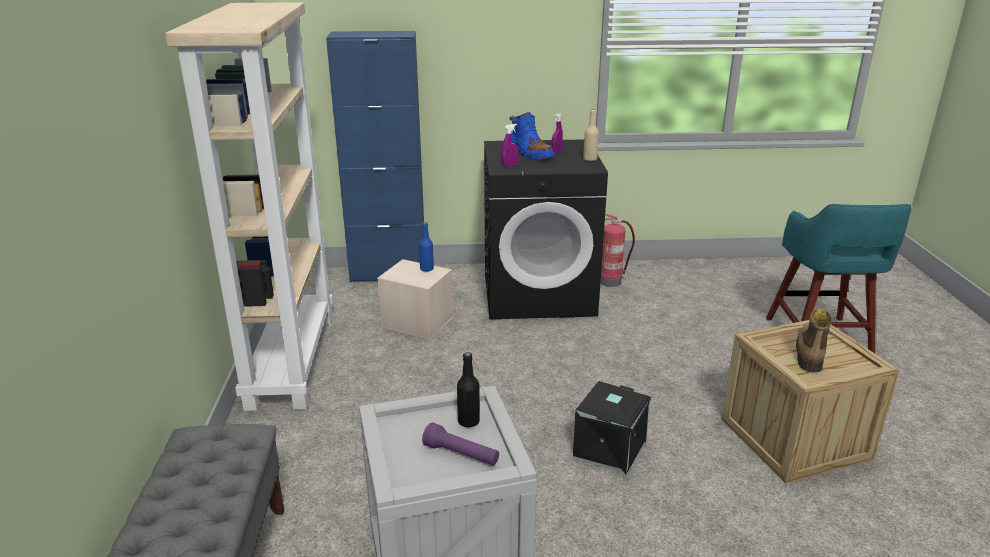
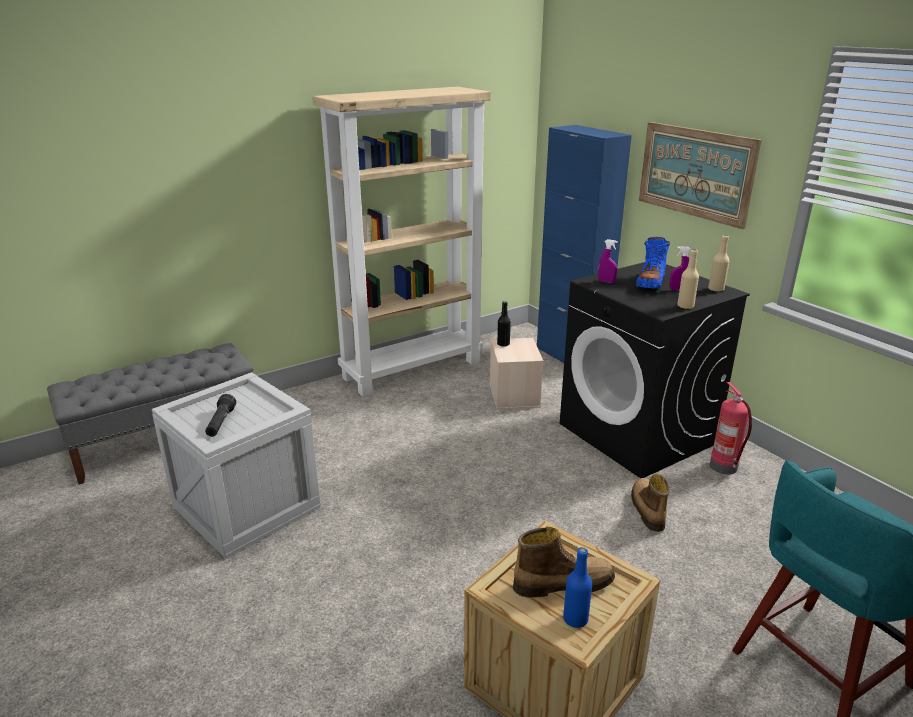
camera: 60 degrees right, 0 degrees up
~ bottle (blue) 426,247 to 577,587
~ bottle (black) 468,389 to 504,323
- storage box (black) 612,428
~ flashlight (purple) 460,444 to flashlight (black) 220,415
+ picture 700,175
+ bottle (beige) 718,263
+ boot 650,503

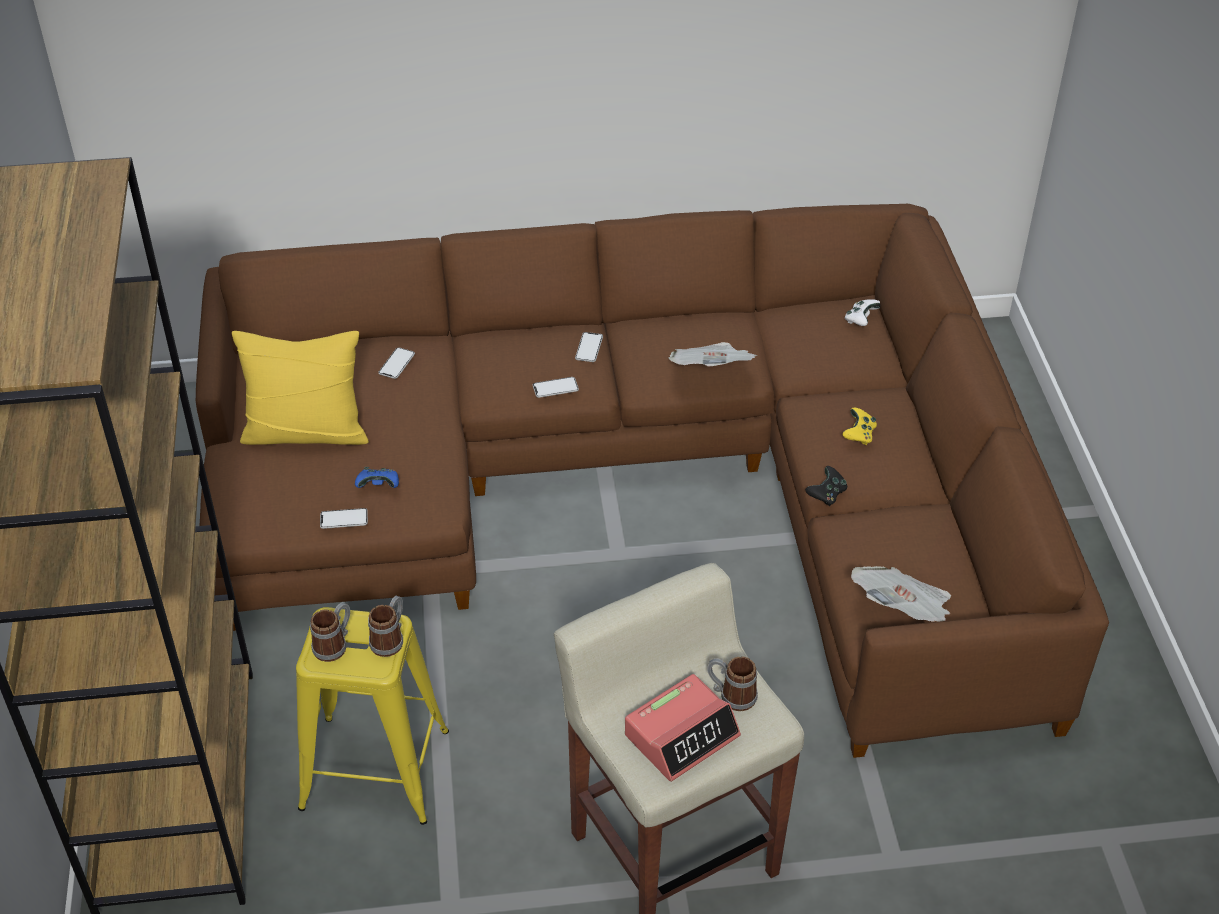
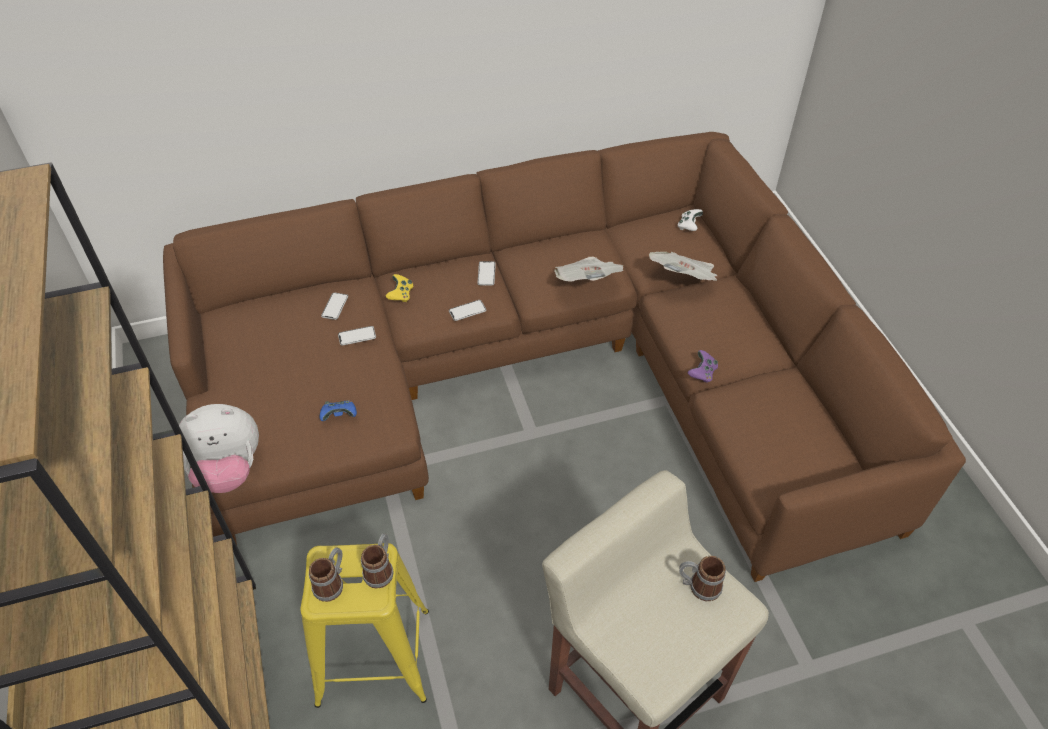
camera: 10 degrees left, 5 degrees up
- pillow (yellow) 300,388
~ game controller (yellow) 859,426 to 399,288
~ game controller (black) 826,486 to game controller (purple) 703,366
~ phone 344,518 to 357,336
~ newspaper 901,594 to 683,266
- alarm clock 683,728
+ plush toy 219,448

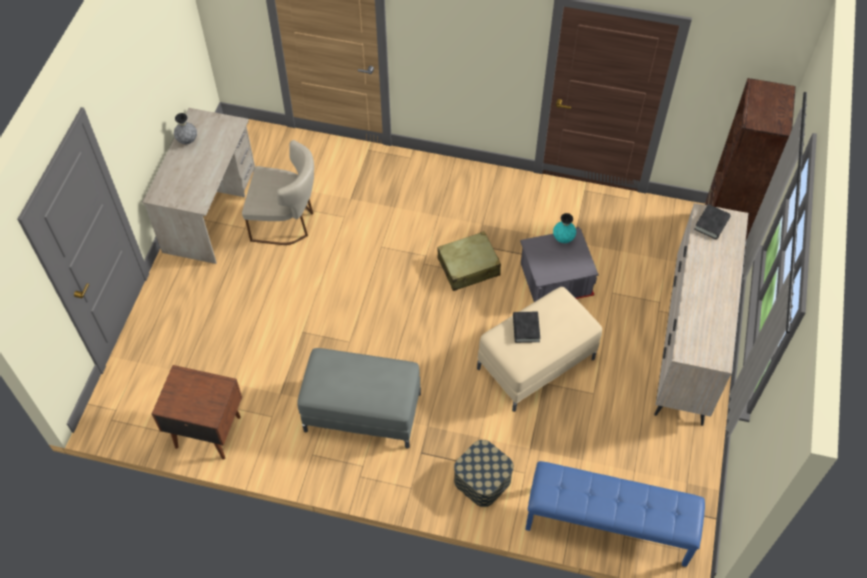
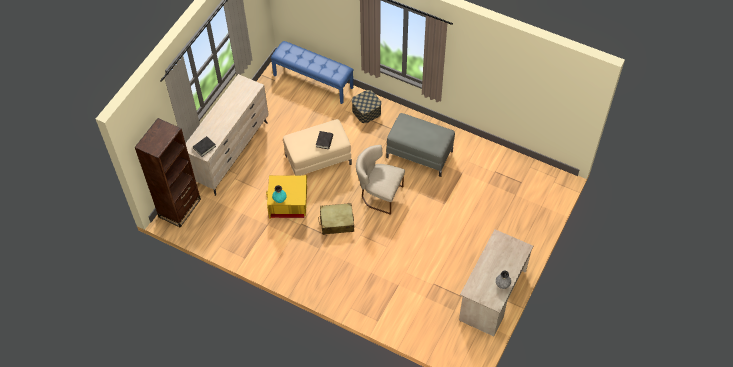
camera: 165 degrees left, 0 degrees up
~ chair (beige) 278,192 to 380,180
~ storage box (grey) 559,264 to storage box (yellow) 286,197
- nightstand (brown) 197,412

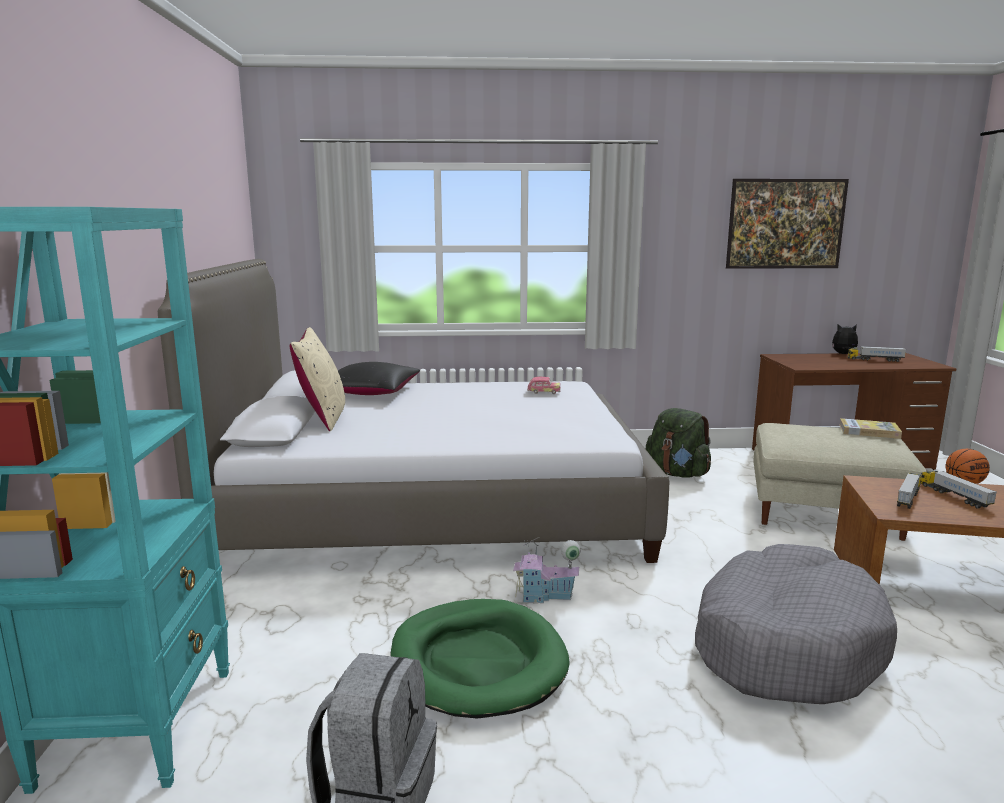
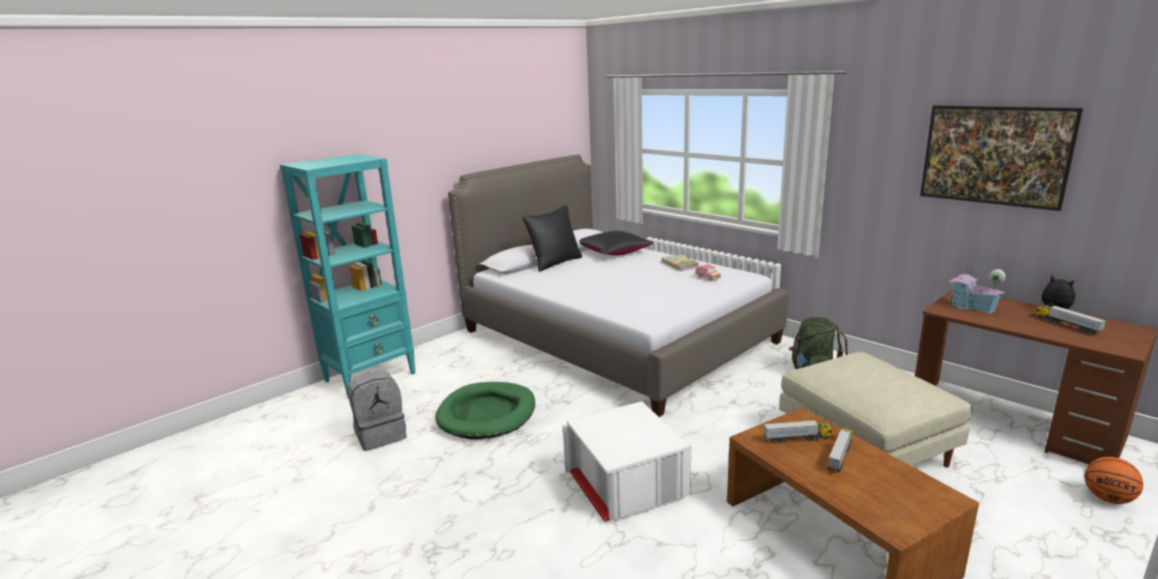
camera: 50 degrees right, 5 degrees up
~ pillow (beige) 317,379 to pillow (black) 552,238
~ book 871,428 to 680,262
~ toy house 546,570 to 977,287
~ dog bed (grey) 796,624 to storage box (white) 627,461

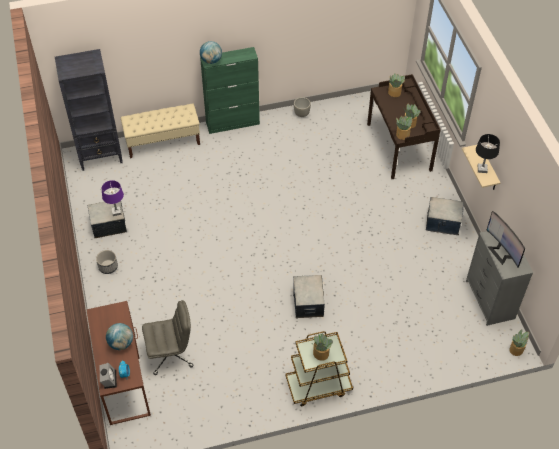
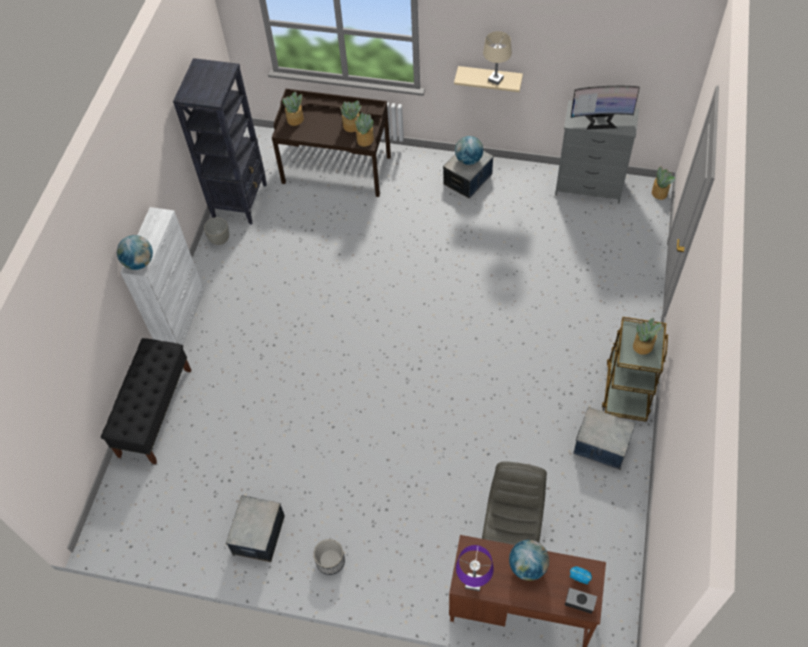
camera: 60 degrees left, 5 degrees up
~ cabinet (green) 230,90 to cabinet (white) 162,276
~ bookcase (black) 89,110 to 220,141
~ bench (beige) 160,130 to bench (black) 146,401
~ table lamp (black) 488,153 to table lamp (beige) 497,58
~ table lamp (purple) 113,198 to 475,568
~ storage box 309,297 to 605,438
+ globe 469,150

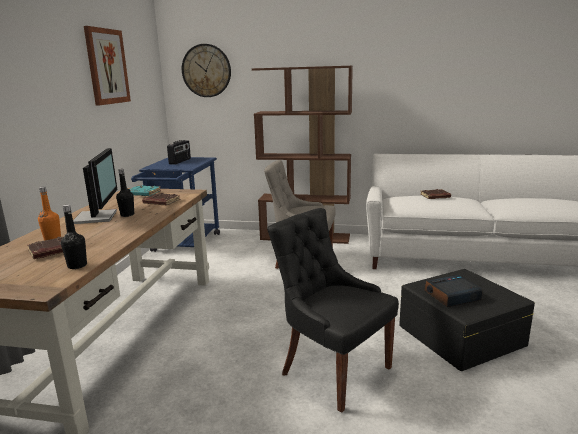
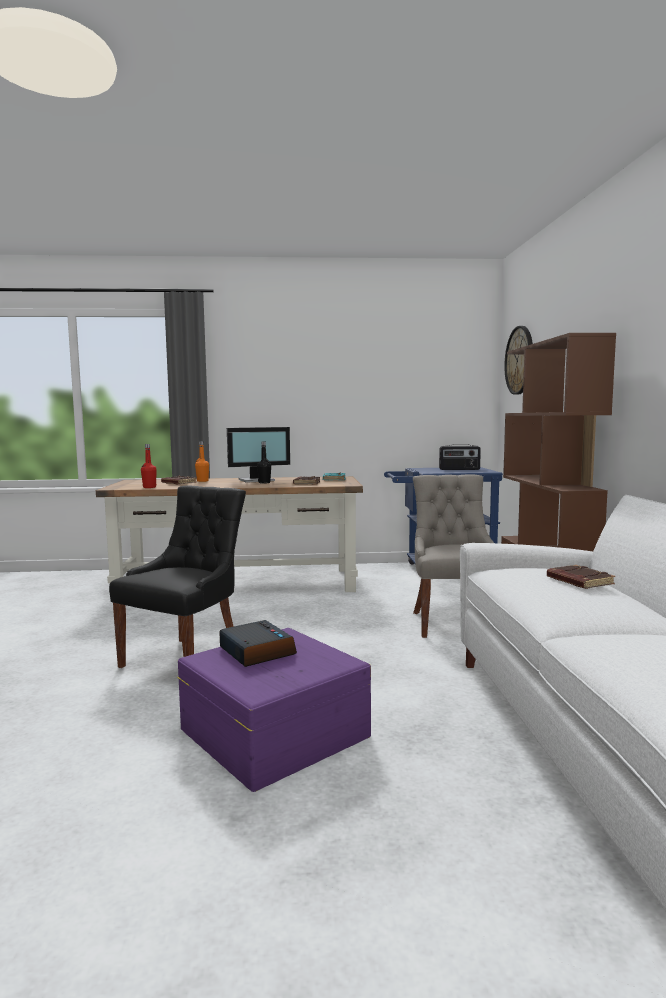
camera: 75 degrees right, 10 degrees down
- picture 107,66
~ bottle (black) 74,237 to bottle (red) 149,466
~ storage box (black) 467,320 to storage box (purple) 274,710

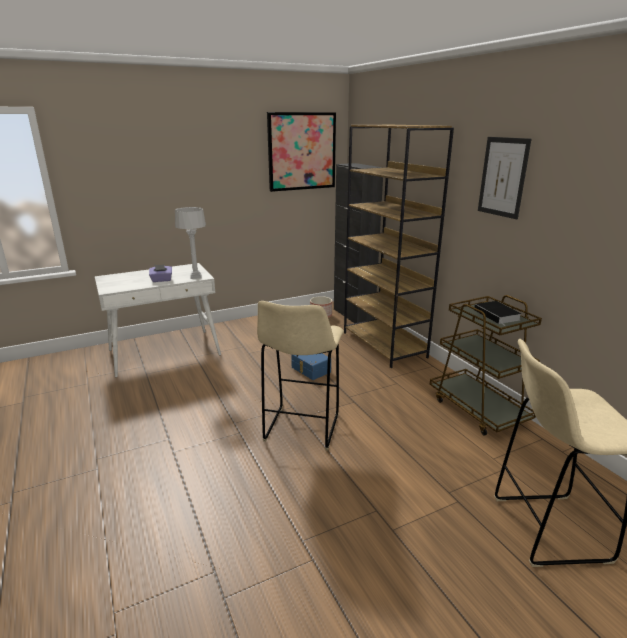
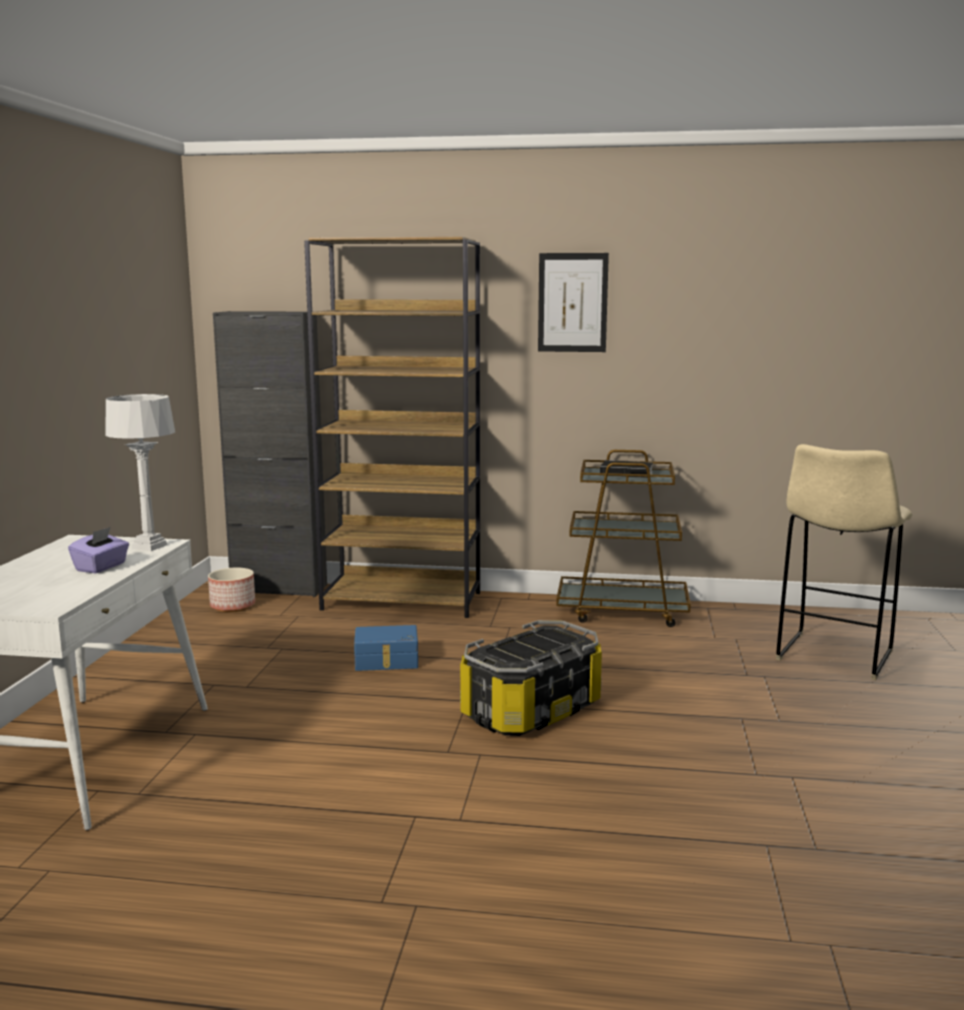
camera: 55 degrees left, 10 degrees down
- picture 301,152
~ stool (beige) 300,376 to storage box 531,678

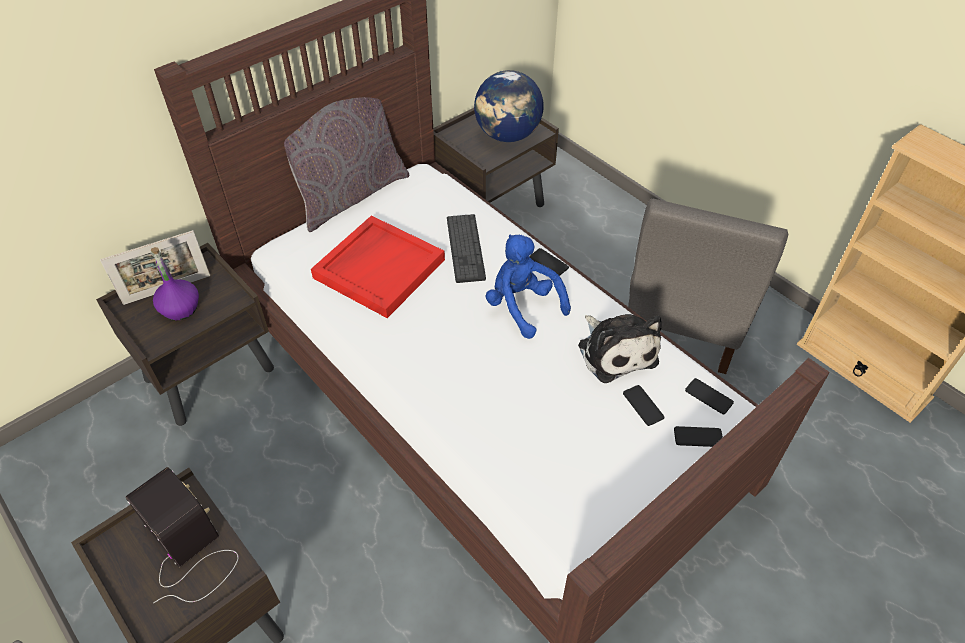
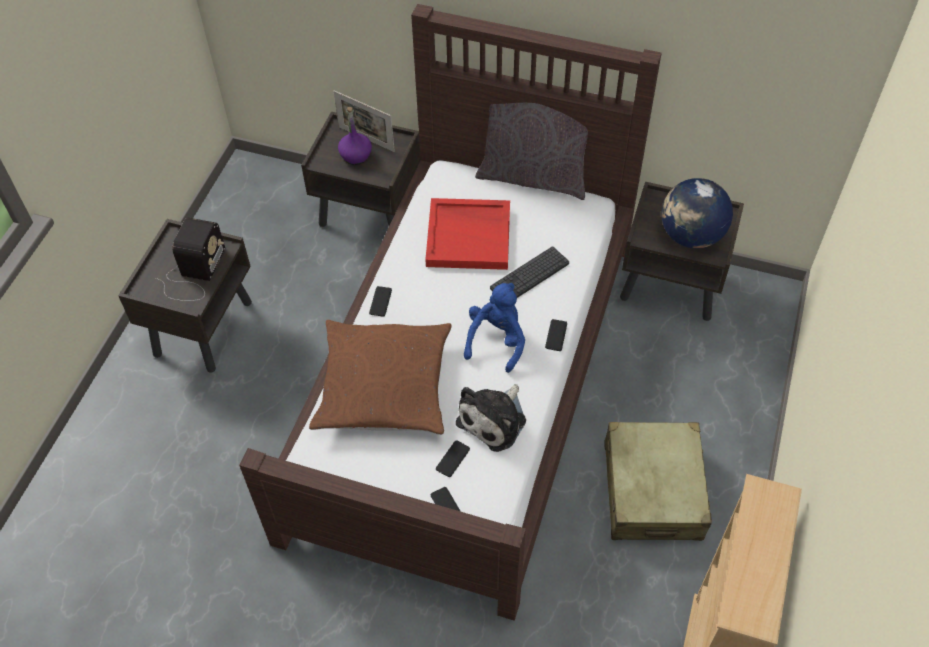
camera: 60 degrees right, 5 degrees up
~ chair (grey) 708,286 to suitcase (beige) 658,481
~ phone 709,396 to 380,301
+ pillow (brown) 380,377

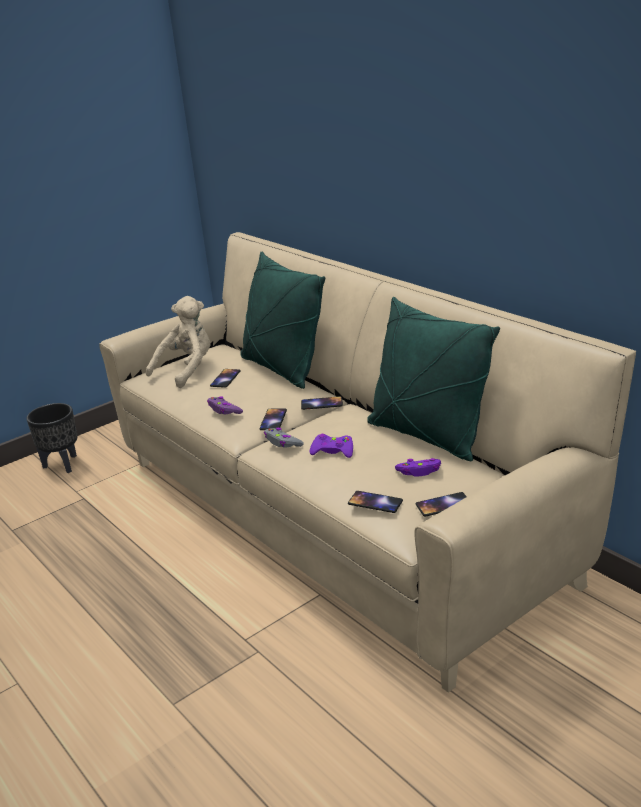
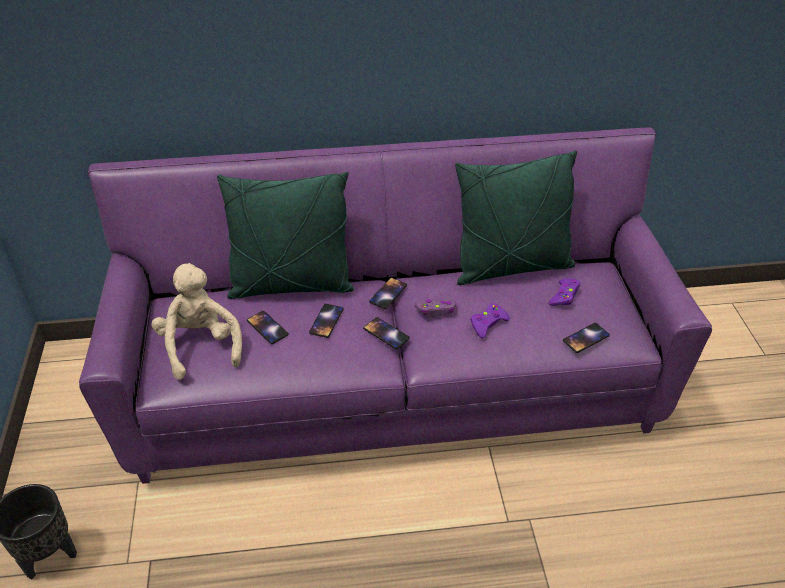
camera: 60 degrees left, 15 degrees up
~ sofa (beige) 367,462 to sofa (purple) 395,305
~ game controller (purple) 225,405 to 435,308
- game controller (grey) 284,438
~ phone 441,504 to 326,321

